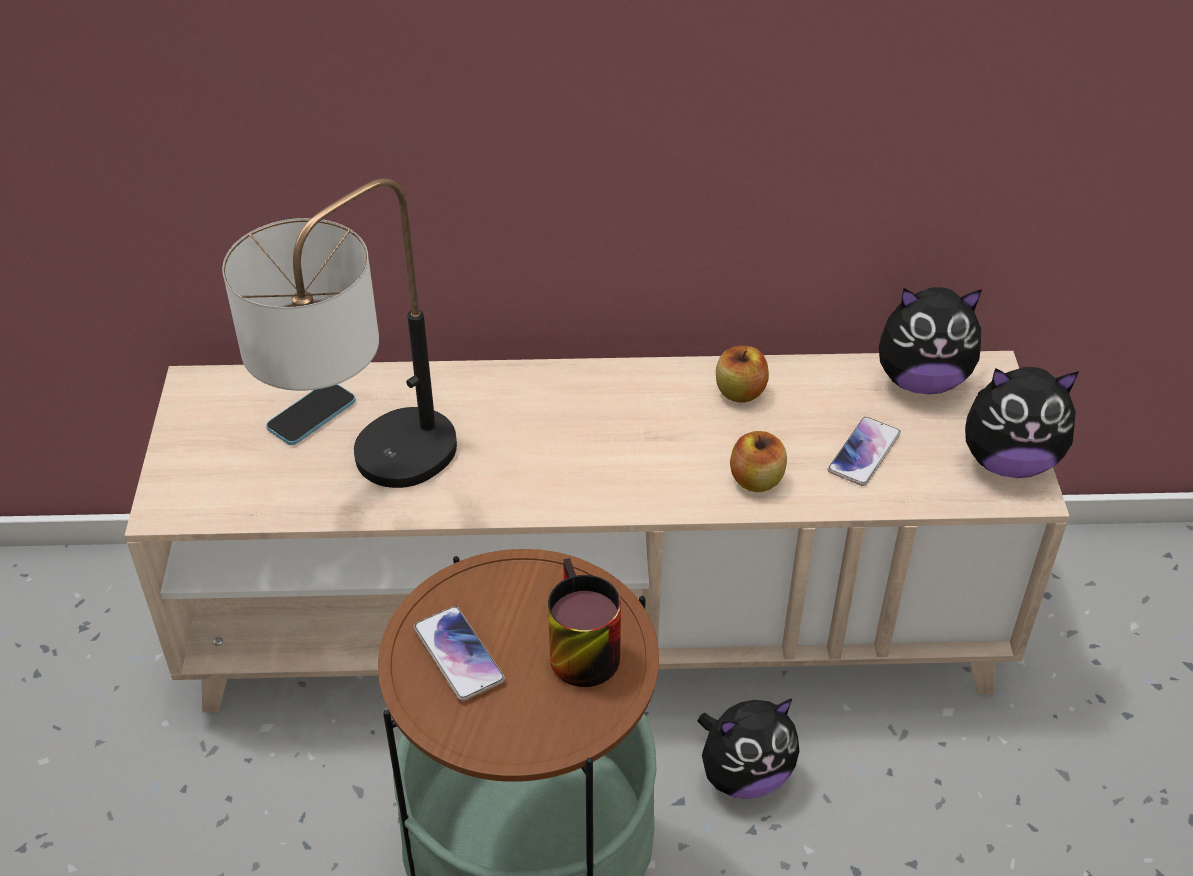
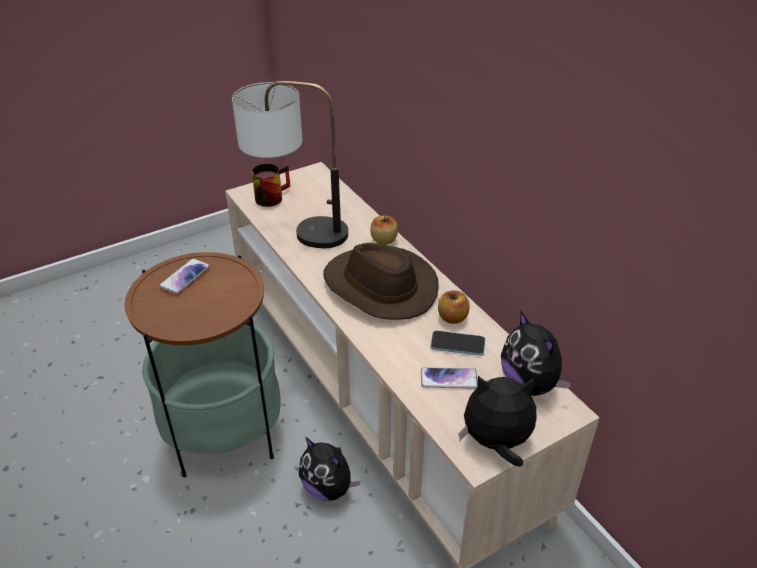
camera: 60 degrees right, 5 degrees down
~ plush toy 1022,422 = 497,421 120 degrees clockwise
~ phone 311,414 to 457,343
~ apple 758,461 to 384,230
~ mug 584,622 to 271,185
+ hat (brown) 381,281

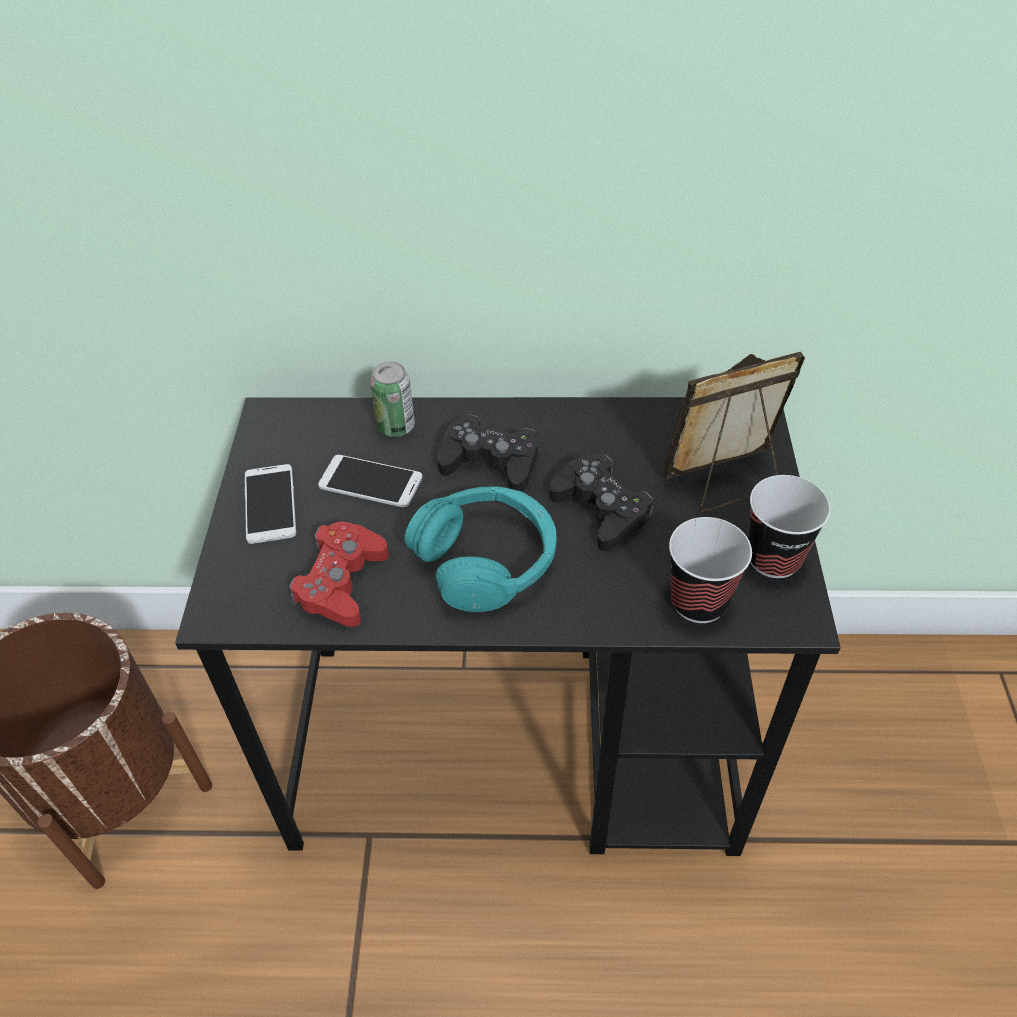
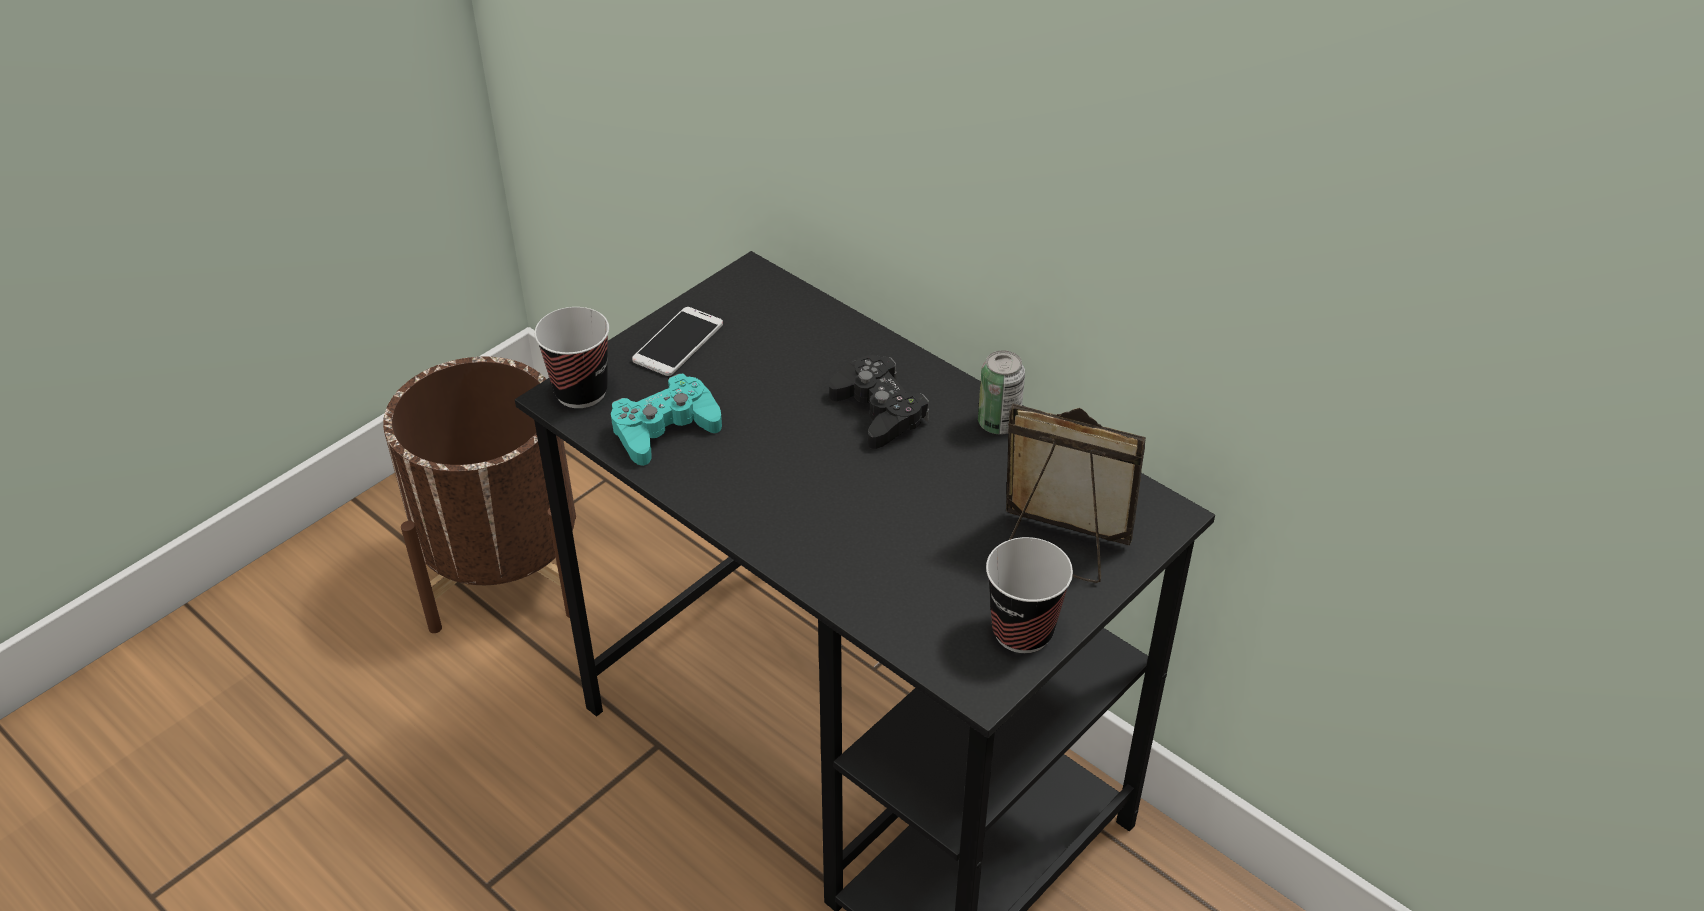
camera: 40 degrees right, 5 degrees down
~ can 392,399 to 1001,392
- game controller (black) 601,502
- phone 370,481
- headphones (turquoise) 481,549
~ cup 710,570 to 571,357
~ game controller (red) 339,574 to game controller (turquoise) 666,420

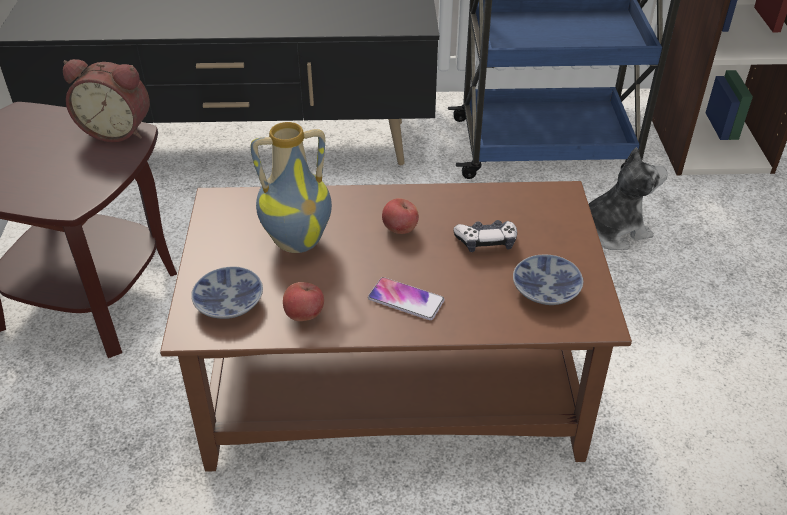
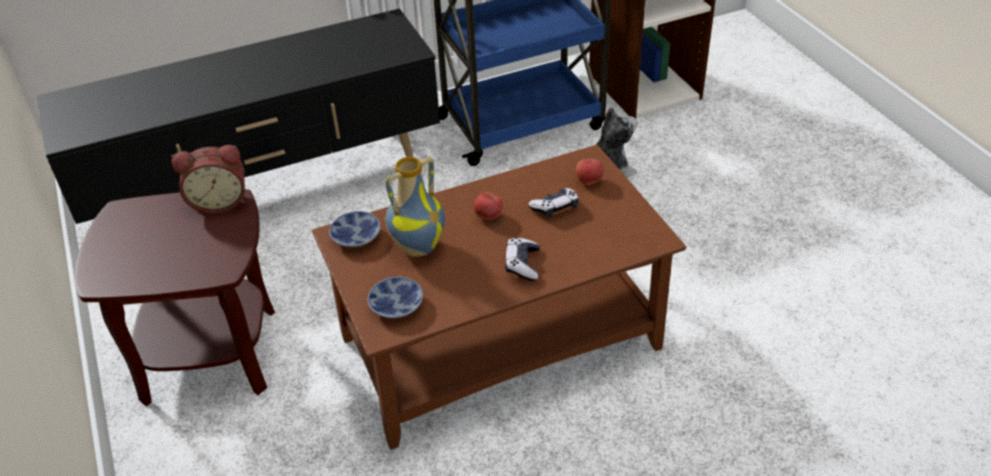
camera: 20 degrees left, 0 degrees up
~ bowl 548,279 to 354,229
~ phone 406,298 to game controller 522,259
~ apple 303,301 to 590,171

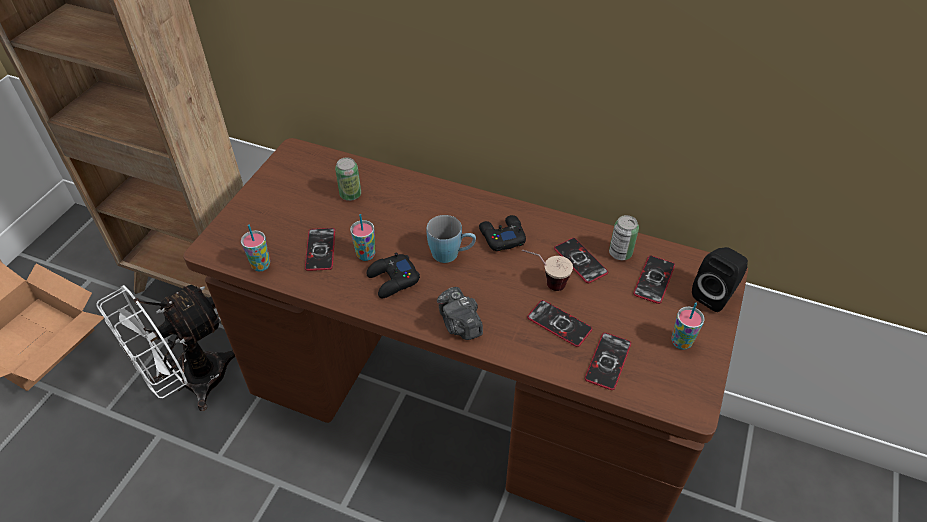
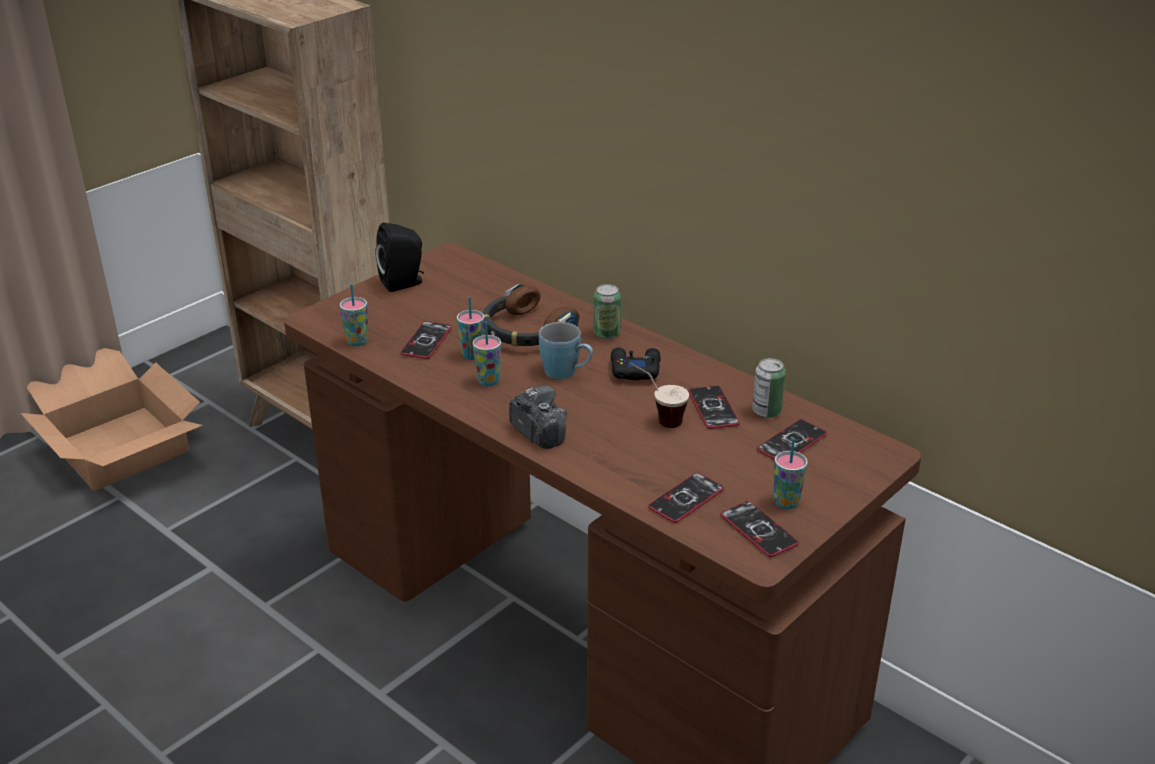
camera: 20 degrees right, 15 degrees down
~ can 348,179 to 607,311
~ speaker (black) 720,279 to 399,257
~ game controller (black) 393,275 to cup 487,354
- fan (white) 165,348
~ photo camera 460,313 = 538,417 150 degrees clockwise
~ phone 559,323 to 760,529
+ headphones 531,315

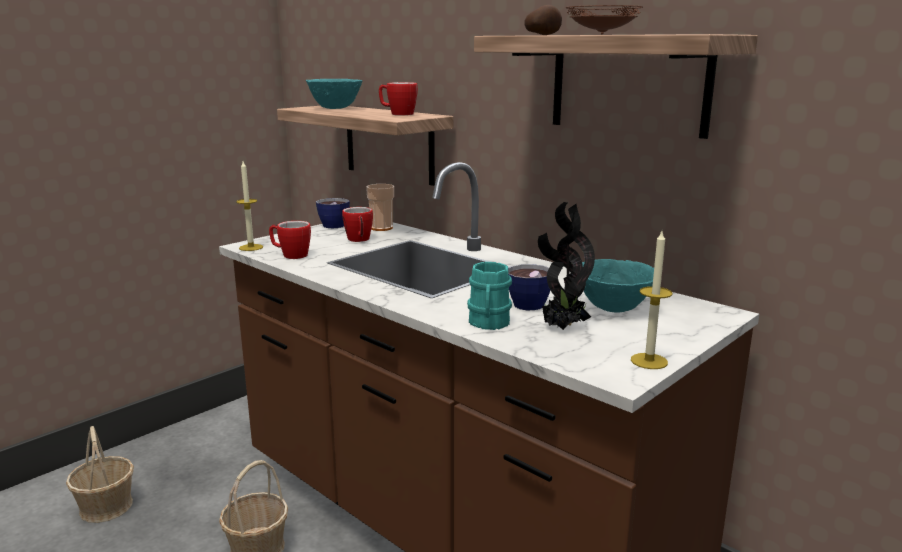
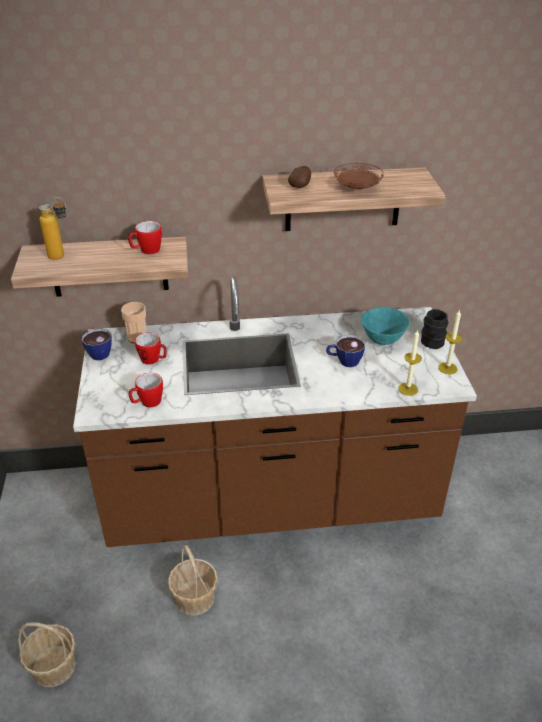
camera: 50 degrees left, 20 degrees up
~ bowl (turquoise) 334,94 to bottle 52,228
~ candle 249,206 to 410,363
- potted plant 566,266
- mug (turquoise) 489,296
+ mug (black) 435,329

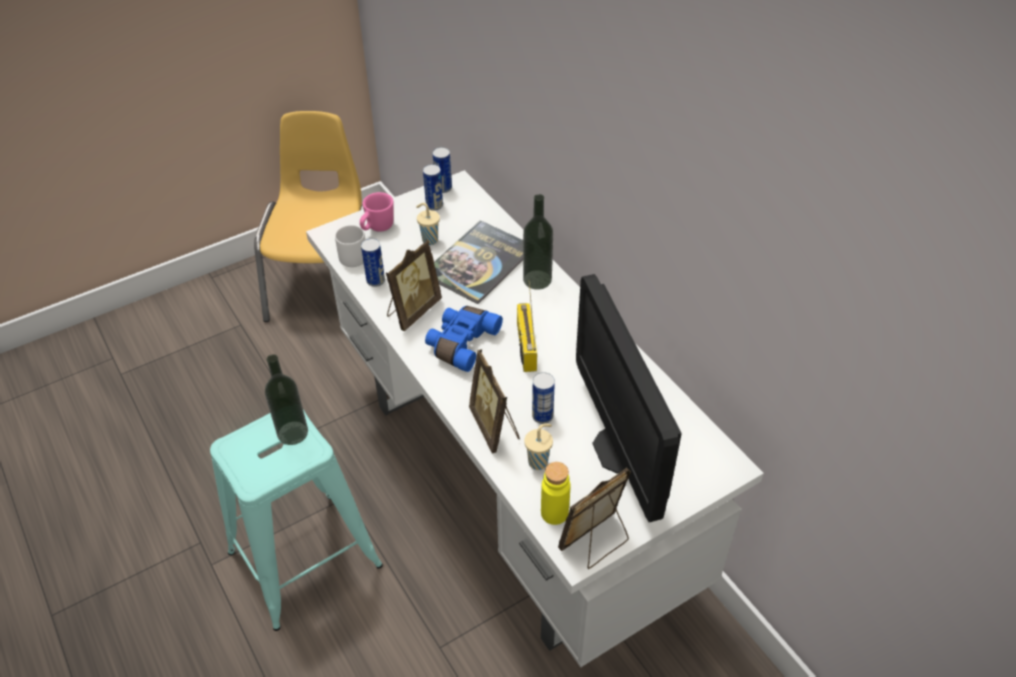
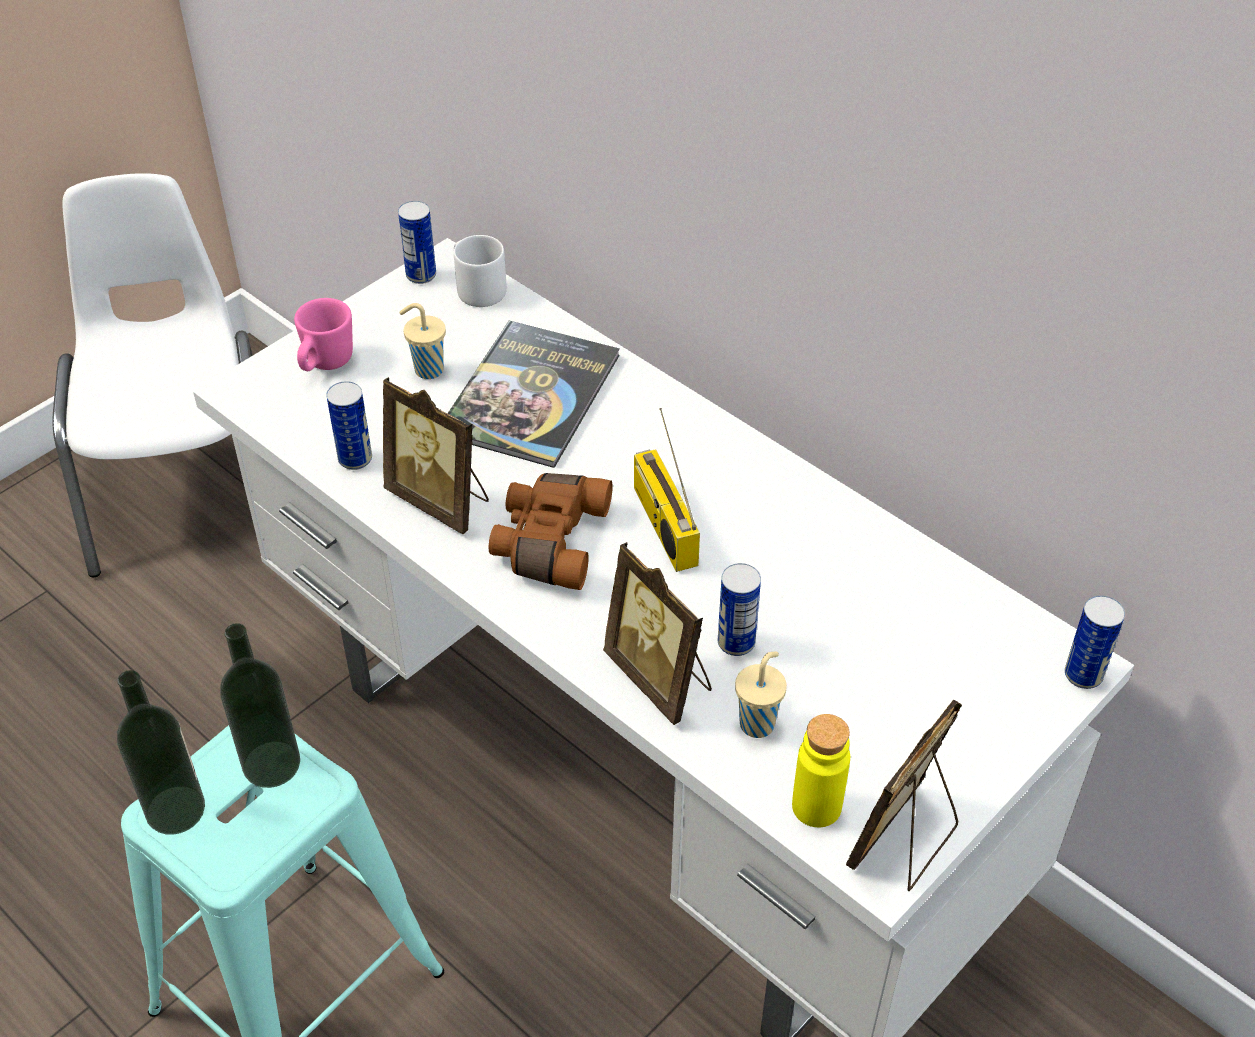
camera: 15 degrees left, 0 degrees up
~ chair (yellow) 308,216 to chair (white) 152,375
~ can 433,187 to 1095,642
~ bottle 538,242 to 161,752
~ mug (white) 350,246 to 480,271
~ picture frame 414,285 = 436,455 105 degrees clockwise
- monitor 629,398
~ binoculars (blue) 464,339 to binoculars (brown) 551,531

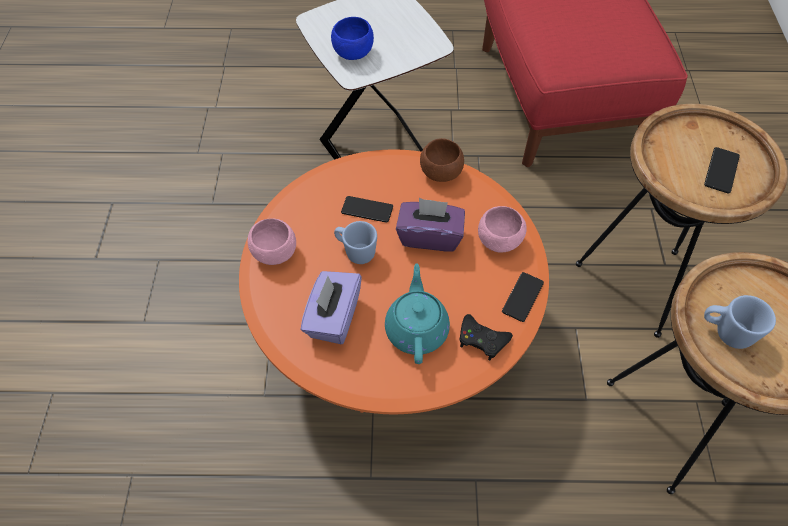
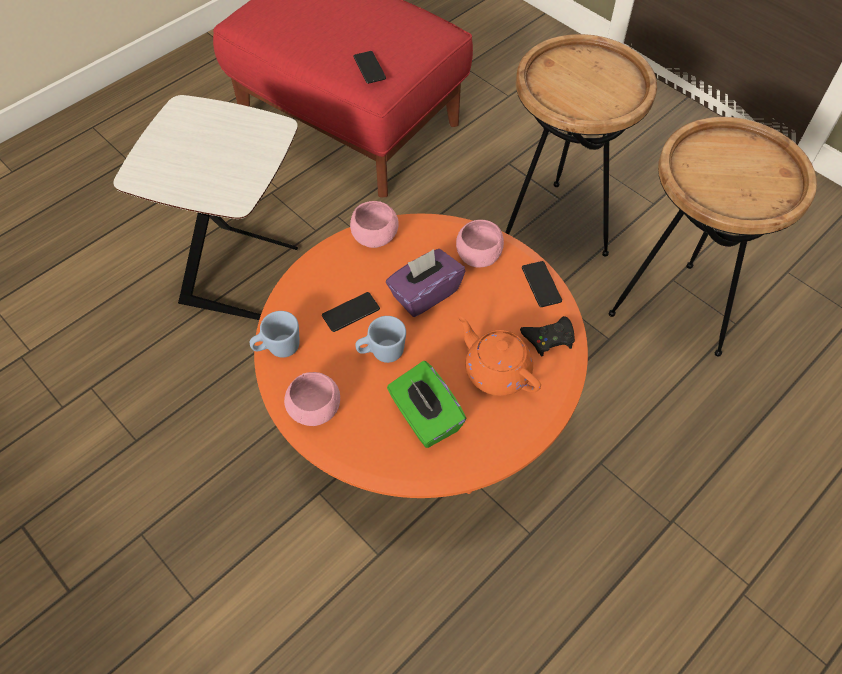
camera: 45 degrees left, 0 degrees up
- bowl (blue) 352,38
~ bowl (brown) 442,160 to bowl (pink) 374,224
~ phone 722,170 to 369,67
~ teapot (turquoise) 417,313 to teapot (orange) 499,356
~ tissue box (purple) 331,307 to tissue box (green) 427,404
~ mug (blue) 740,322 to 275,334

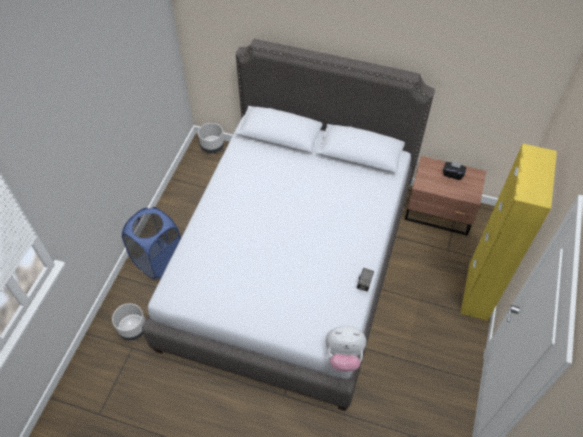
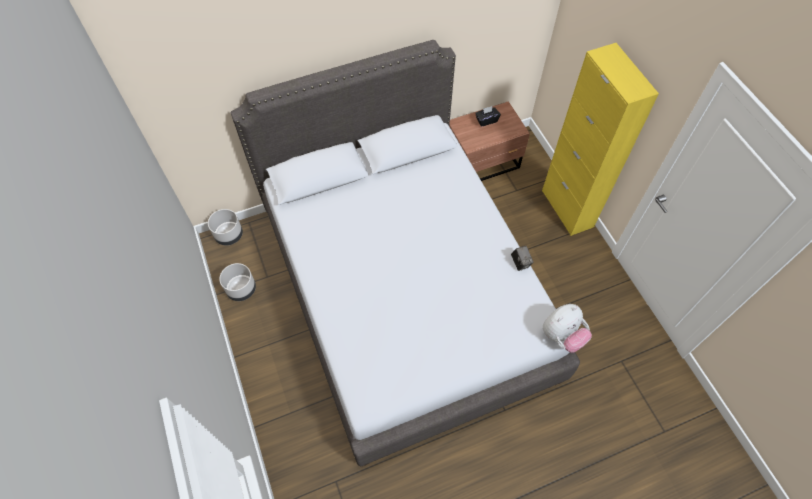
camera: 40 degrees left, 5 degrees up
- laundry basket (blue) 151,243
~ planter (grey) 129,322 to 237,282

